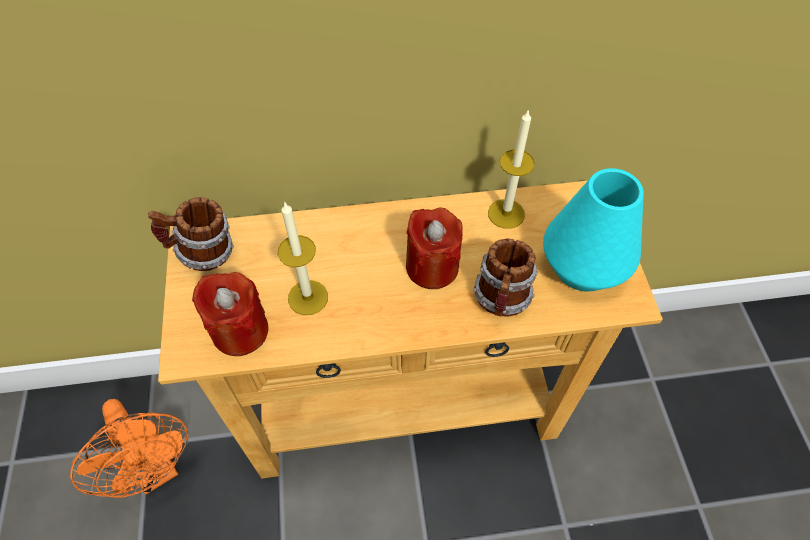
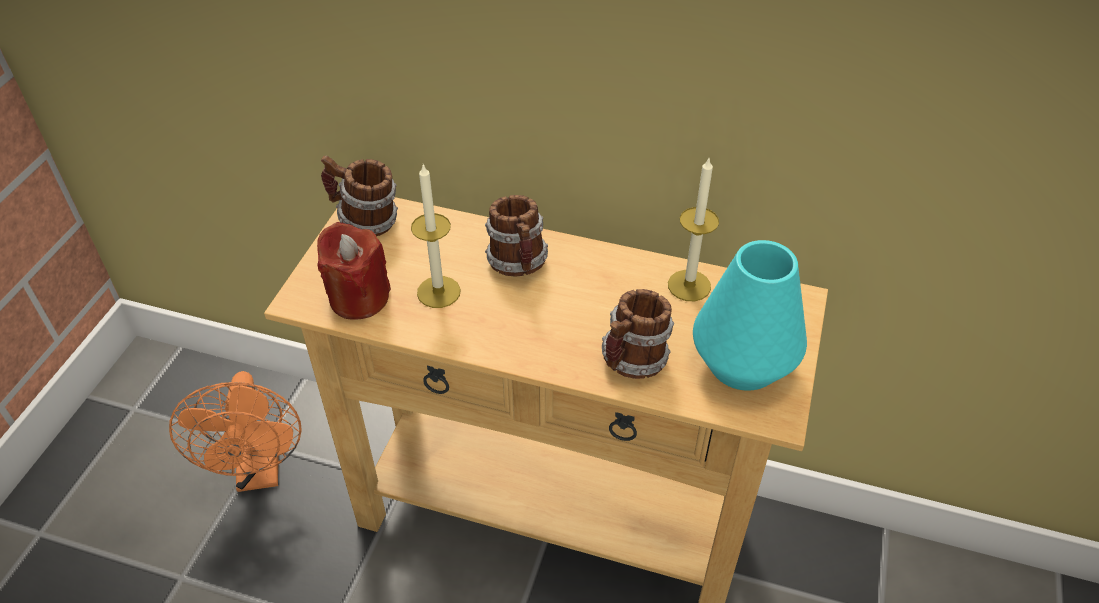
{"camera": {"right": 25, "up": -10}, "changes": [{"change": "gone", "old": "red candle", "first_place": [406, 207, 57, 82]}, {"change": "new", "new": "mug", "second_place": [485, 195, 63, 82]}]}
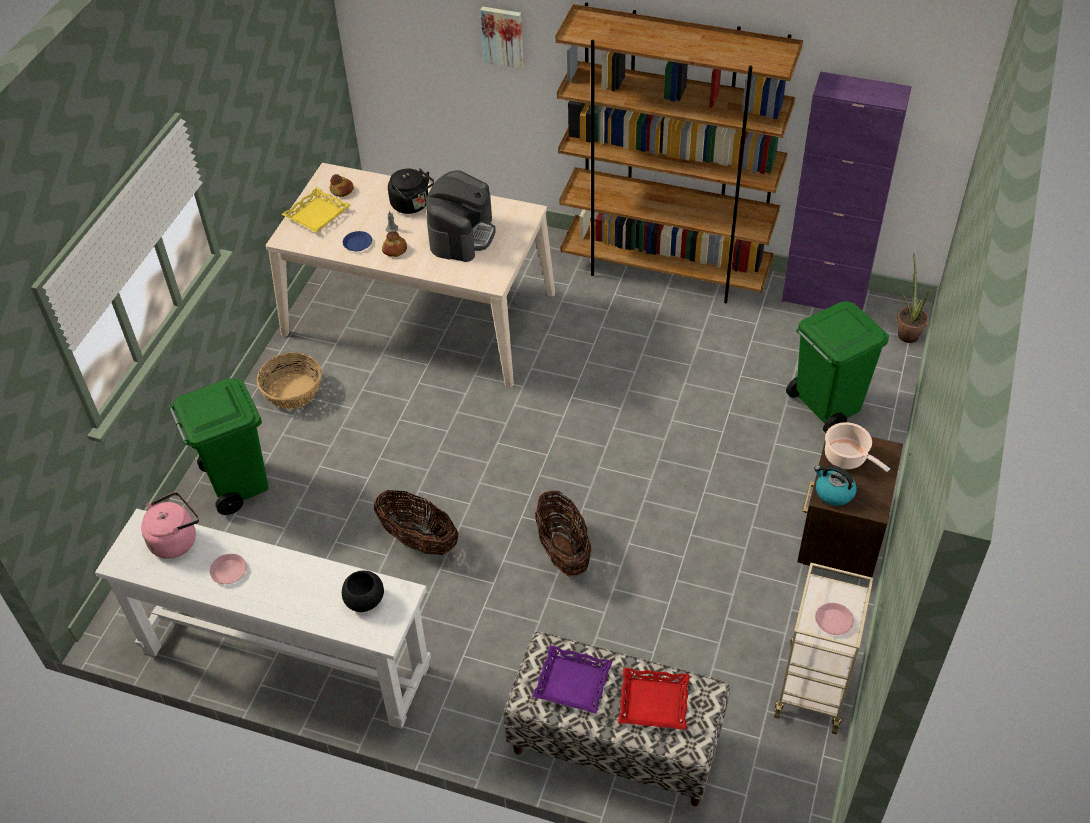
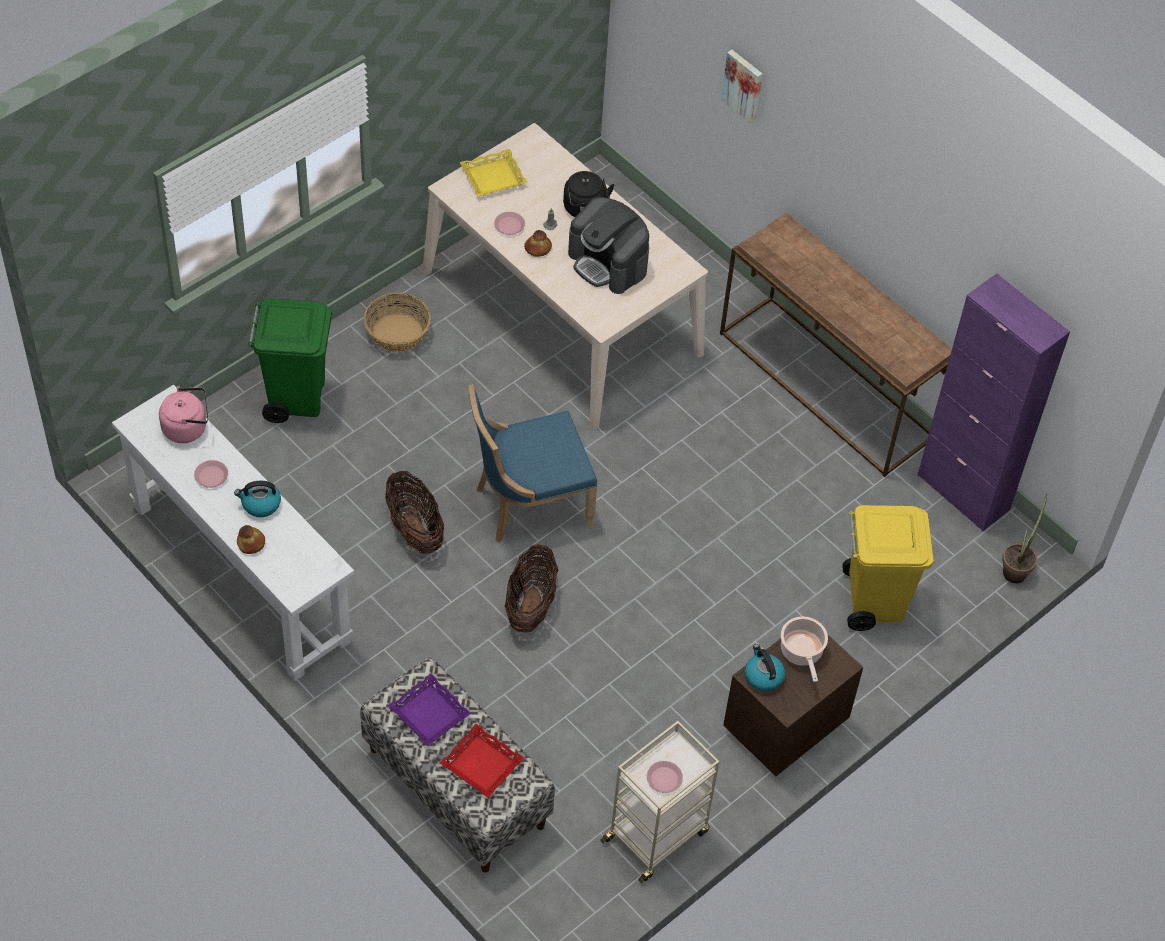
{"camera": {"right": 25, "up": 5}, "changes": [{"change": "swapped", "old": "brown bookcase", "new": "brown console table", "first_place": [555, 2, 248, 301], "second_place": [720, 213, 232, 264]}, {"change": "rotated", "old": "coffee machine", "first_place": [426, 170, 70, 92], "second_place": [568, 197, 81, 97], "degrees": 90}, {"change": "shifted", "old": "bread", "first_place": [330, 174, 24, 23], "second_place": [237, 525, 28, 29]}, {"change": "repainted", "old": "blue plate", "new": "pink plate", "first_place": [343, 231, 29, 20], "second_place": [494, 212, 31, 23]}, {"change": "repainted", "old": "green trash can", "new": "yellow trash can", "first_place": [786, 301, 103, 132], "second_place": [842, 505, 92, 126]}, {"change": "gone", "old": "black bowl", "first_place": [342, 571, 42, 41]}, {"change": "new", "new": "blue chair", "second_place": [468, 384, 129, 159]}, {"change": "new", "new": "kettle", "second_place": [234, 481, 47, 36]}]}
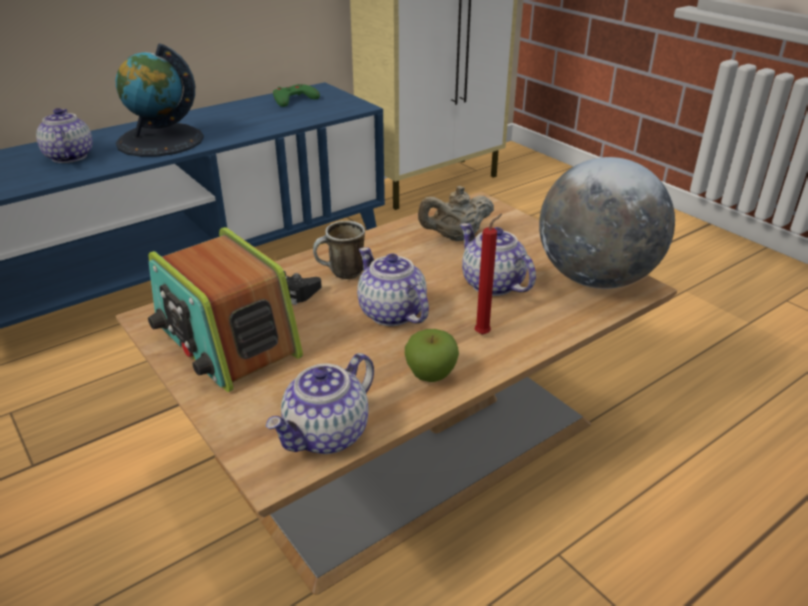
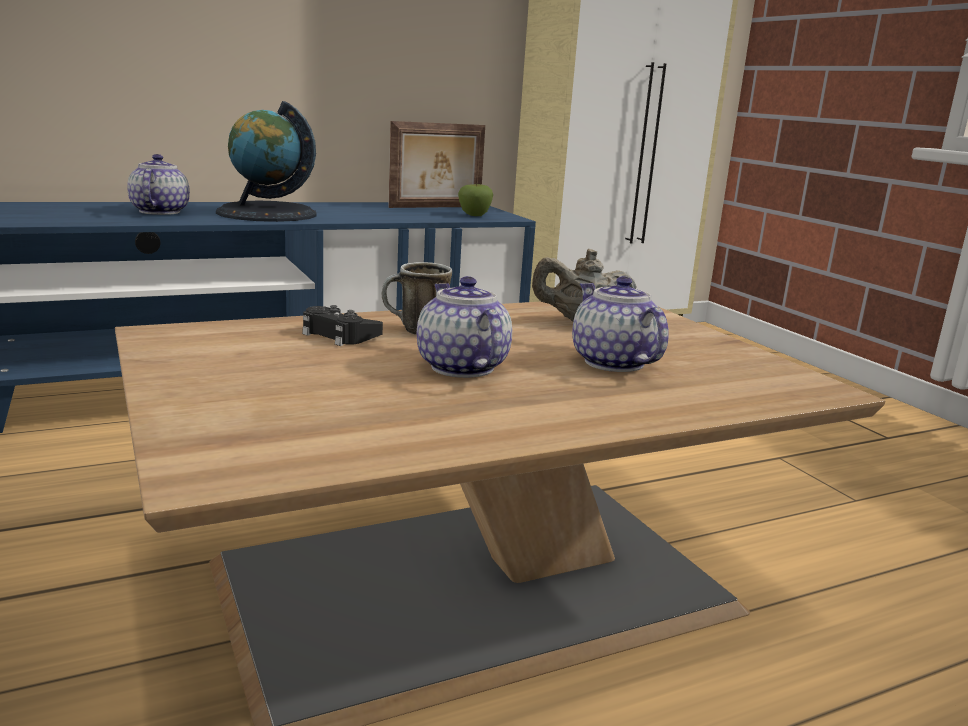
{"camera": {"right": 10, "up": -15}, "changes": [{"change": "swapped", "old": "green game controller", "new": "picture frame", "first_place": [273, 84, 47, 23], "second_place": [388, 121, 97, 87]}, {"change": "gone", "old": "globe", "first_place": [539, 157, 136, 132]}, {"change": "gone", "old": "red candle", "first_place": [475, 214, 27, 121]}, {"change": "gone", "old": "radio", "first_place": [148, 227, 155, 165]}, {"change": "shifted", "old": "apple", "first_place": [405, 329, 54, 53], "second_place": [458, 184, 35, 32]}, {"change": "gone", "old": "teapot", "first_place": [266, 353, 108, 101]}]}
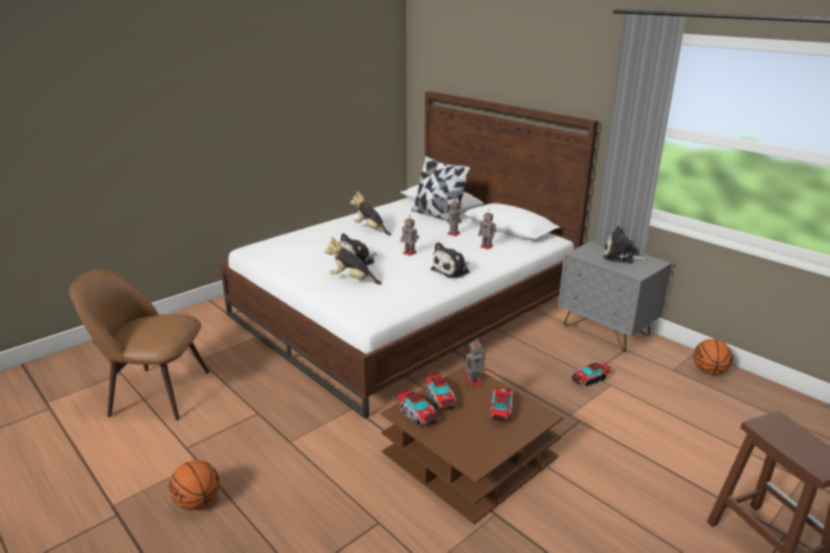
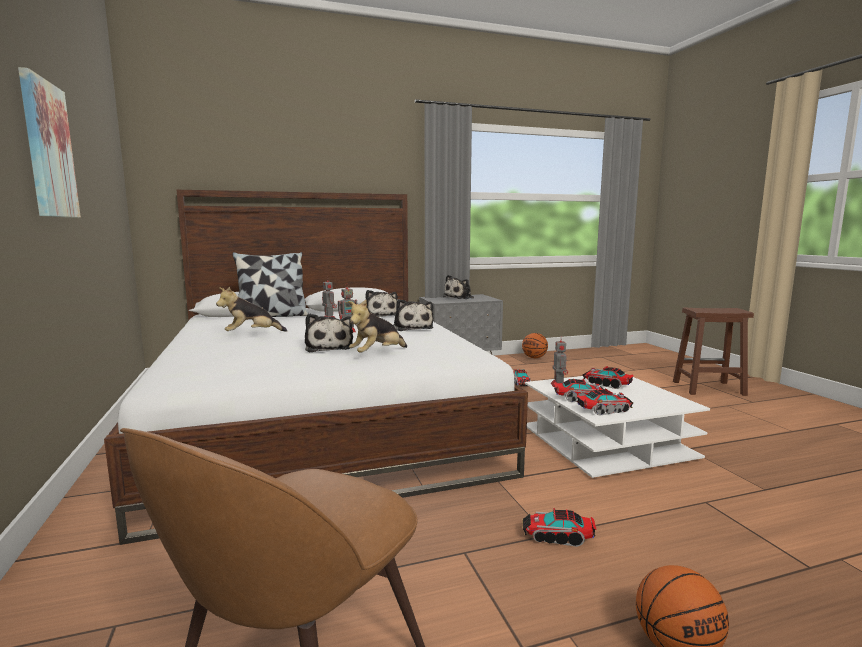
{"camera": {"right": -65, "up": -15}, "changes": [{"change": "swapped", "old": "toy robot", "new": "plush toy", "first_place": [478, 209, 19, 40], "second_place": [365, 290, 33, 27]}, {"change": "repainted", "old": "brown coffee table", "new": "white coffee table", "first_place": [381, 366, 183, 158], "second_place": [525, 376, 185, 102]}, {"change": "new", "new": "picture", "second_place": [18, 67, 63, 151]}, {"change": "new", "new": "toy truck", "second_place": [522, 508, 75, 39]}]}
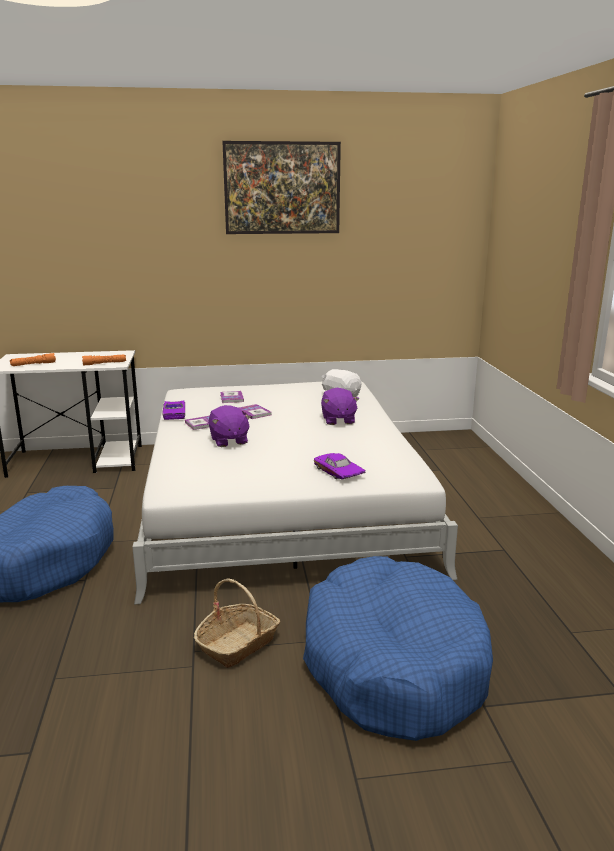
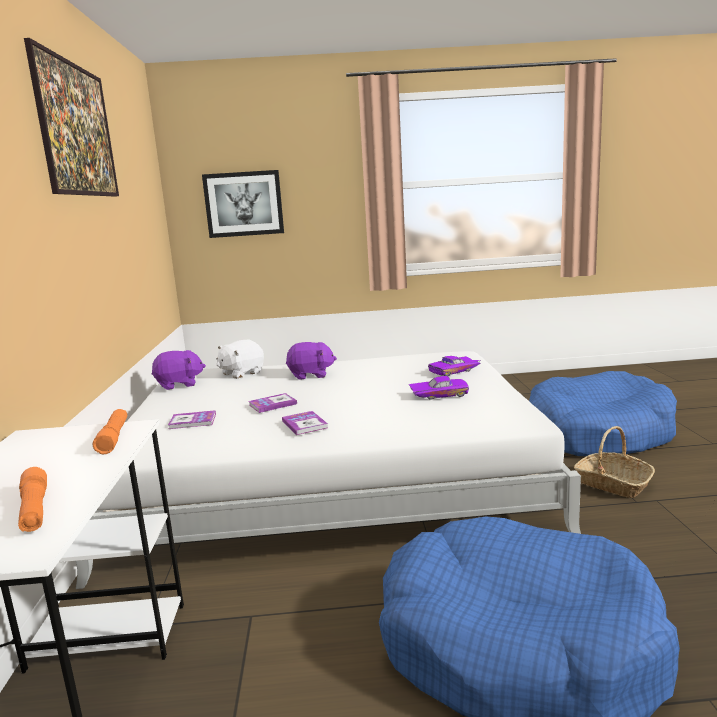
{"camera": {"right": -85, "up": -5}, "changes": [{"change": "shifted", "old": "purple toy car", "first_place": [162, 400, 23, 20], "second_place": [409, 376, 60, 24]}, {"change": "shifted", "old": "purple plush toy", "first_place": [208, 405, 43, 42], "second_place": [151, 350, 55, 40]}, {"change": "new", "new": "picture", "second_place": [202, 170, 82, 68]}]}
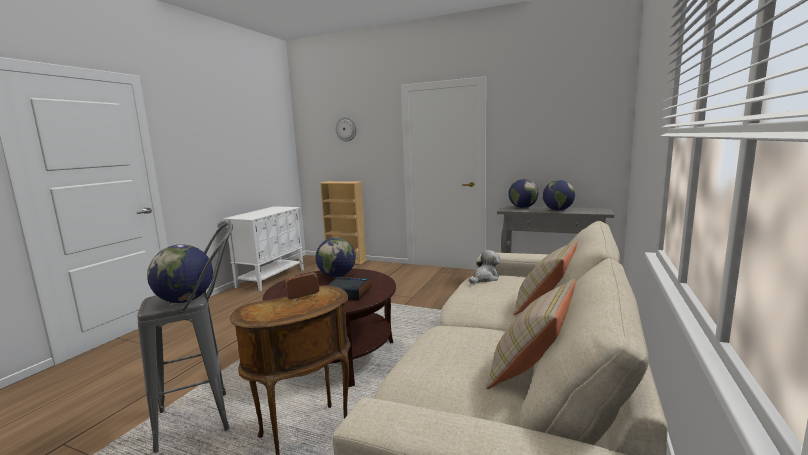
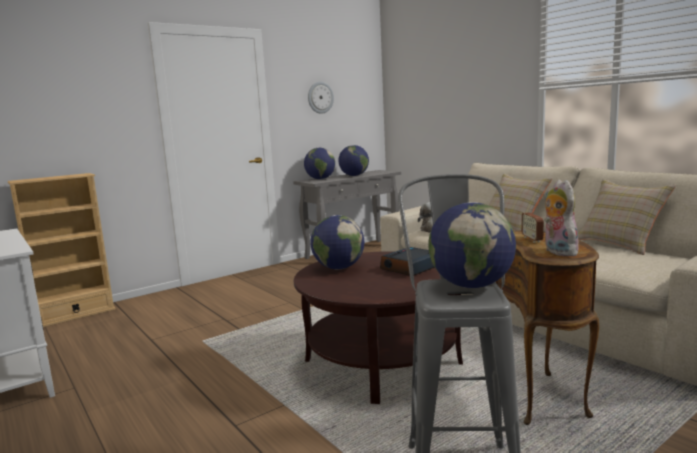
{"camera": {"right": -60, "up": 0}, "changes": [{"change": "shifted", "old": "wall clock", "first_place": [335, 116, 22, 26], "second_place": [308, 82, 26, 32]}, {"change": "new", "new": "plush toy", "second_place": [544, 179, 35, 77]}]}
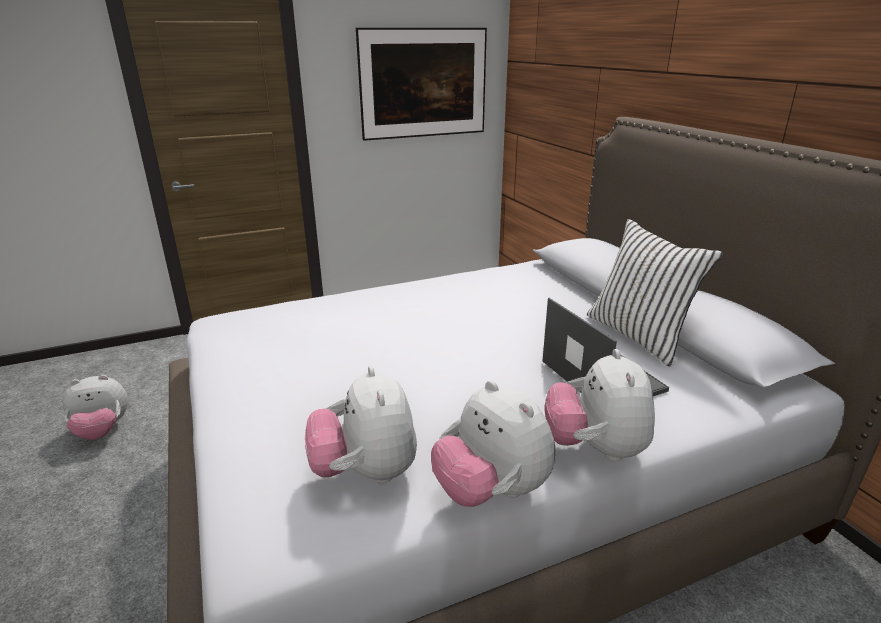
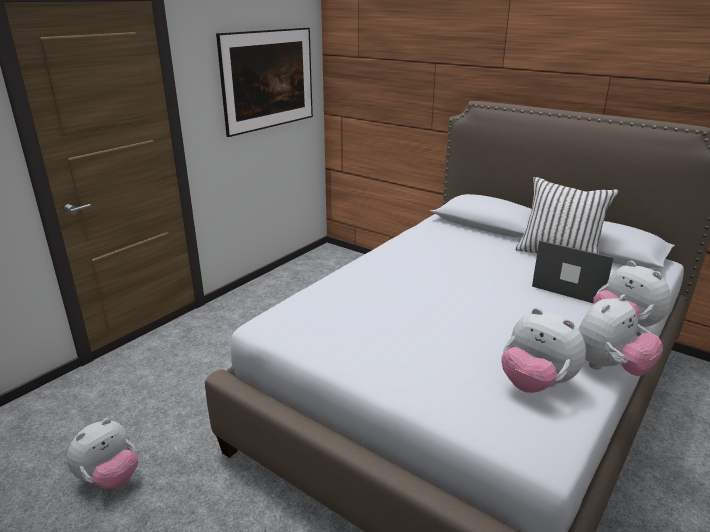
{"camera": {"right": -30, "up": 0}, "changes": [{"change": "rotated", "old": "plush toy", "first_place": [431, 380, 124, 127], "second_place": [578, 294, 85, 82], "degrees": -60}]}
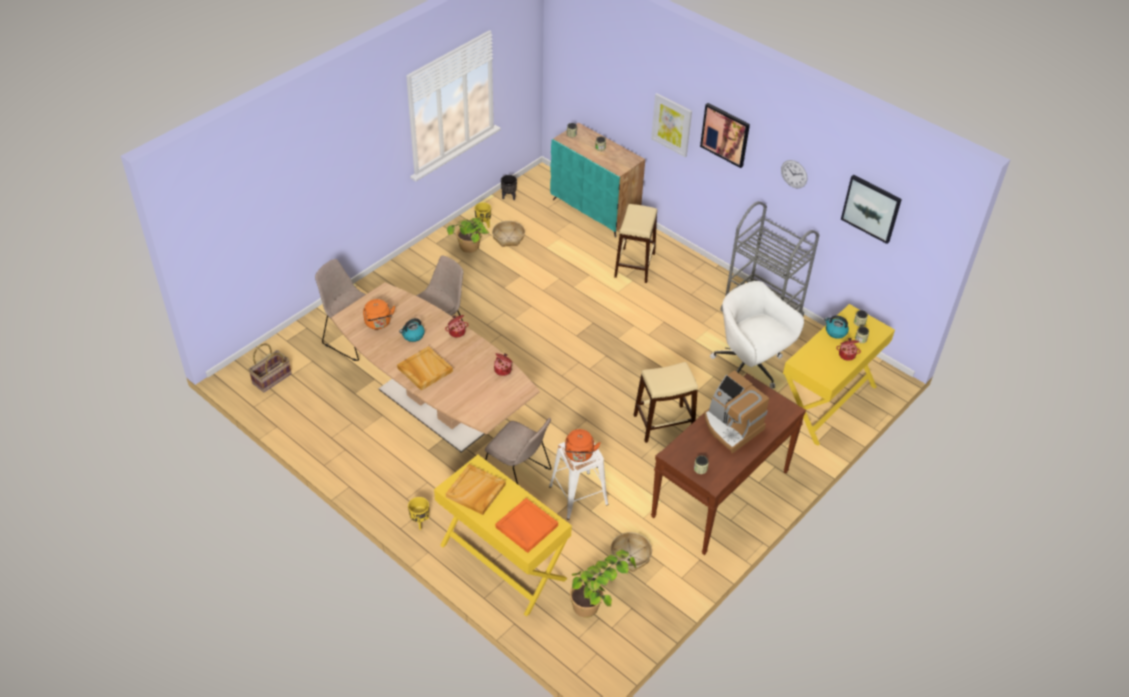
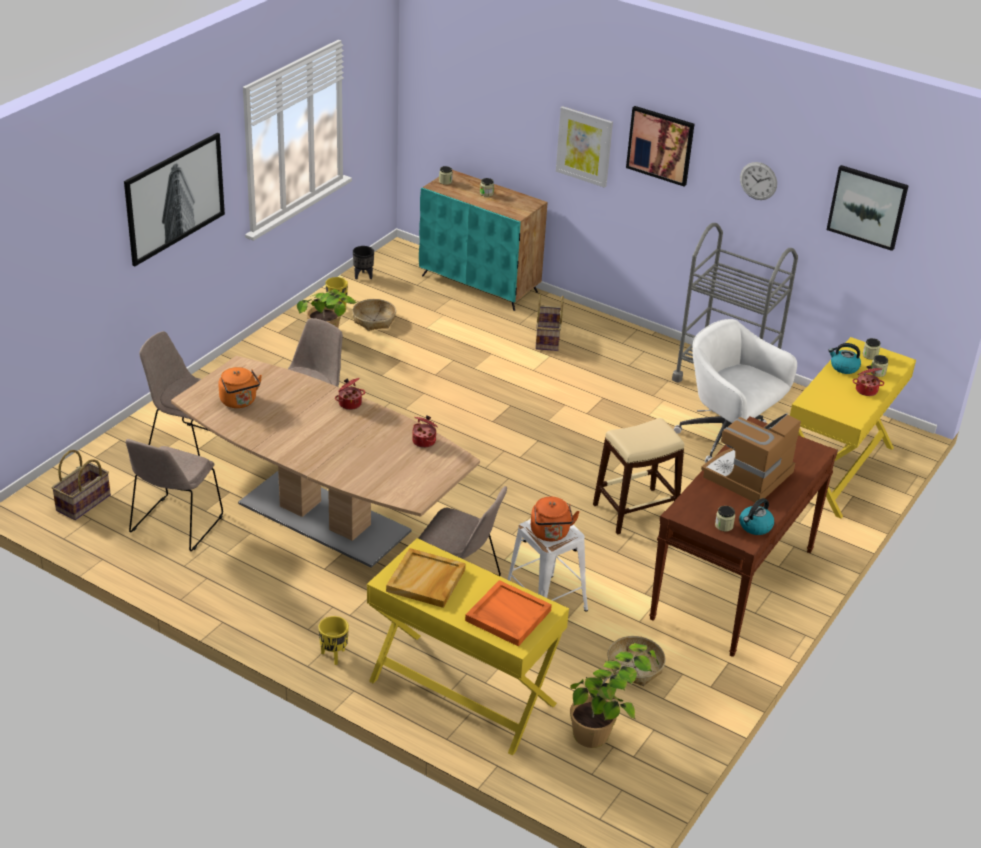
{"camera": {"right": -10, "up": -10}, "changes": [{"change": "swapped", "old": "beige stool", "new": "basket", "first_place": [614, 204, 43, 79], "second_place": [535, 294, 29, 57]}, {"change": "shifted", "old": "kettle", "first_place": [399, 318, 26, 24], "second_place": [739, 498, 35, 37]}, {"change": "gone", "old": "beige tray", "first_place": [397, 346, 56, 45]}, {"change": "rotated", "old": "coffee machine", "first_place": [704, 370, 65, 84], "second_place": [701, 413, 100, 90], "degrees": 90}, {"change": "new", "new": "picture", "second_place": [124, 133, 101, 133]}, {"change": "new", "new": "beige chair", "second_place": [126, 439, 97, 112]}]}
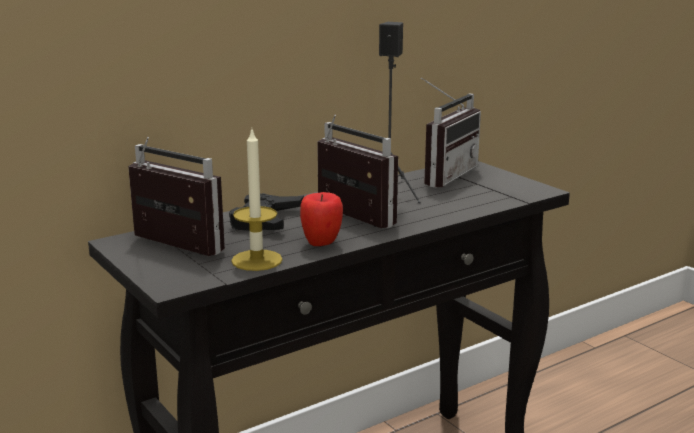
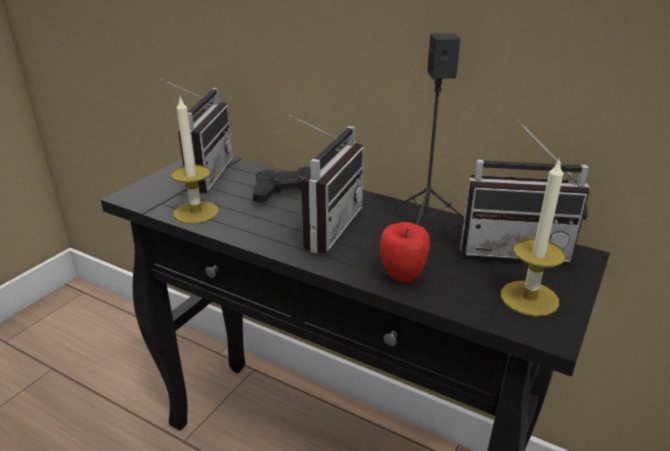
{"camera": {"right": 65, "up": 10}, "changes": [{"change": "shifted", "old": "apple", "first_place": [300, 192, 43, 54], "second_place": [380, 222, 50, 60]}, {"change": "new", "new": "candle", "second_place": [501, 157, 65, 160]}]}
